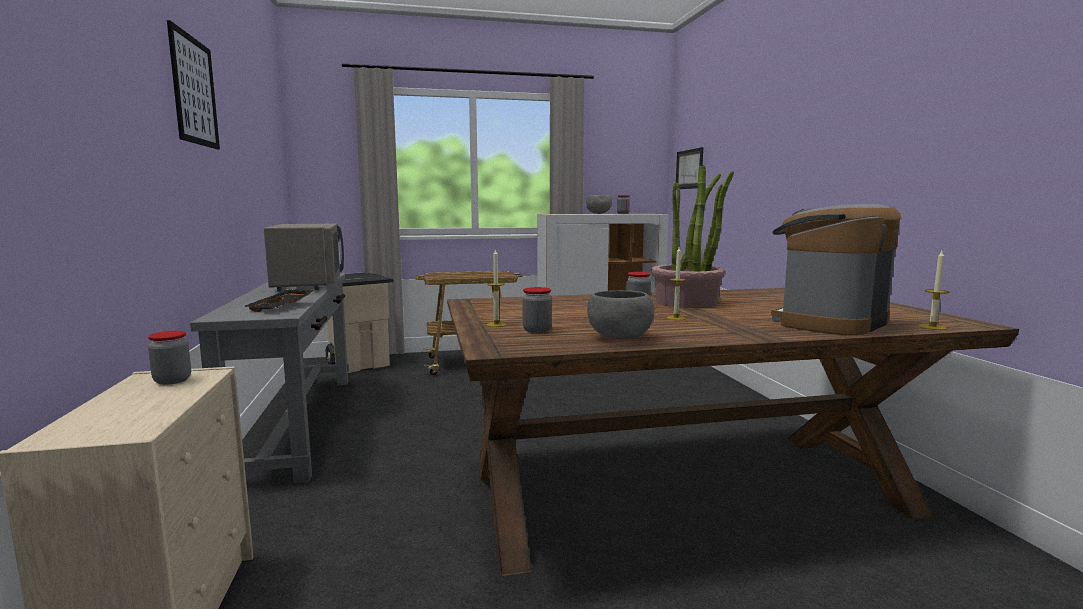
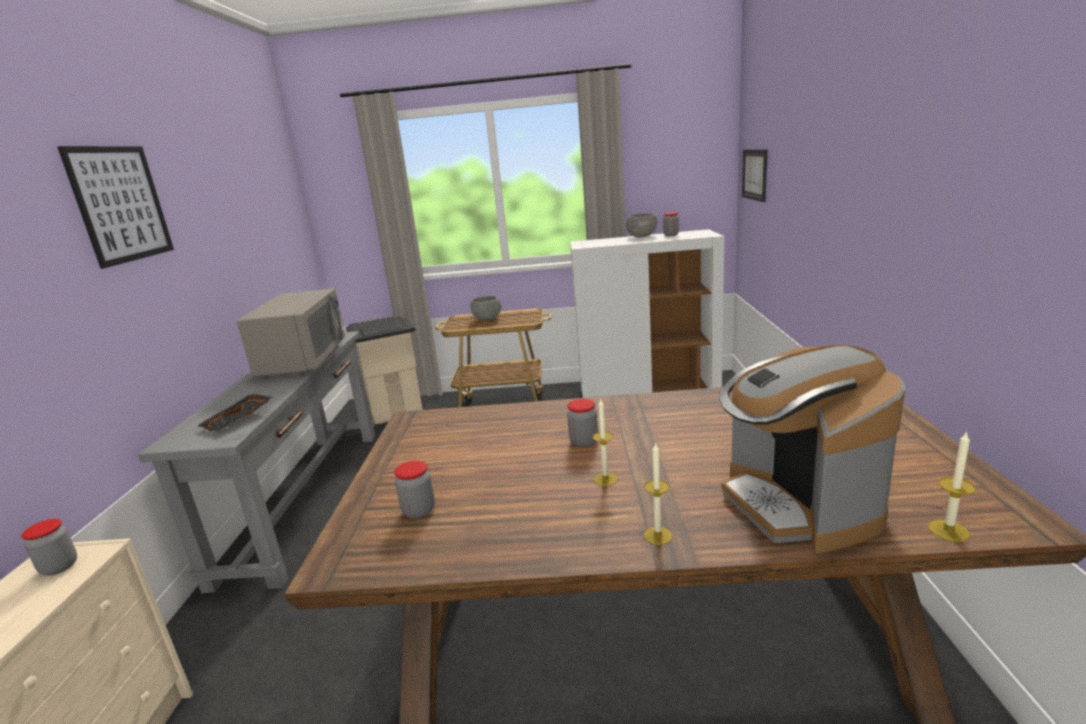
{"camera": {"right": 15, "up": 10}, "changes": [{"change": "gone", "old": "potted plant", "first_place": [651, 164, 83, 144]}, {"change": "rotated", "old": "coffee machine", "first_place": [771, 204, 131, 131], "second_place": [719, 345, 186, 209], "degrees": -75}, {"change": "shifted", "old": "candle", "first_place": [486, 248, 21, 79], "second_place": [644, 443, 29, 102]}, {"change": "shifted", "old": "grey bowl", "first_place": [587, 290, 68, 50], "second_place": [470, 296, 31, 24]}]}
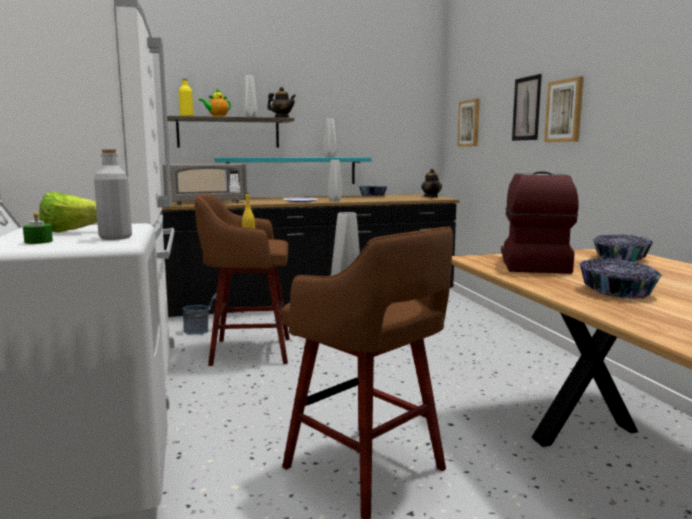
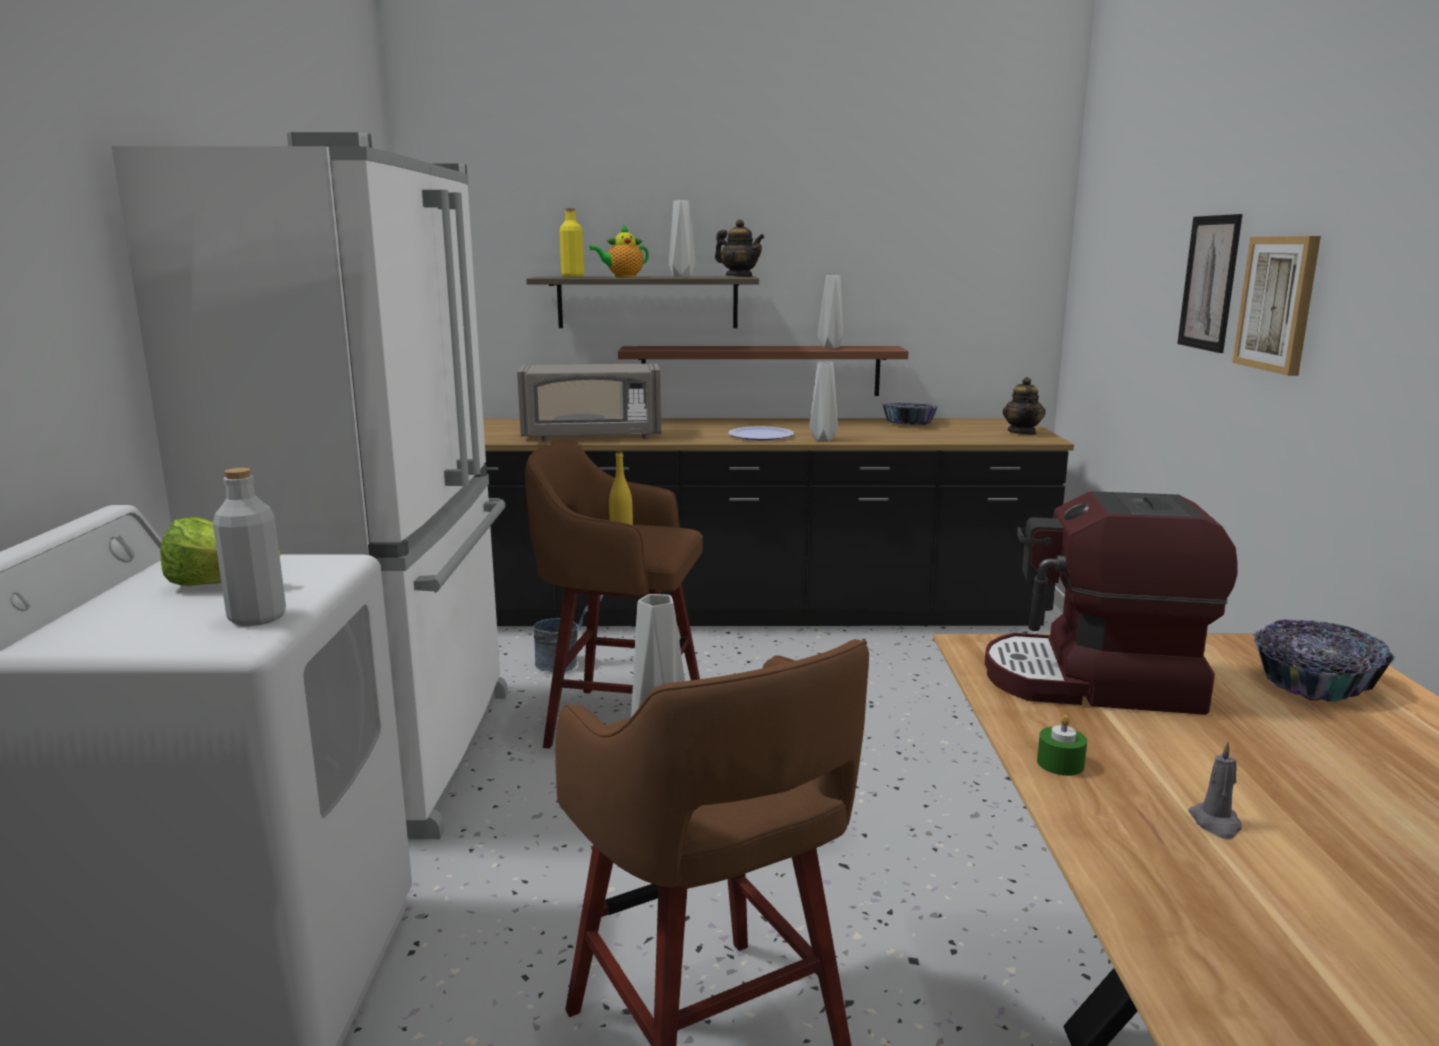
{"camera": {"right": 15, "up": 5}, "changes": [{"change": "gone", "old": "picture", "first_place": [457, 99, 23, 48]}, {"change": "repainted", "old": "turquoise shelf", "new": "brown shelf", "first_place": [215, 157, 157, 27], "second_place": [618, 346, 290, 50]}, {"change": "rotated", "old": "coffee machine", "first_place": [501, 172, 78, 102], "second_place": [985, 491, 252, 224], "degrees": -105}, {"change": "shifted", "old": "green candle", "first_place": [23, 212, 30, 32], "second_place": [1037, 715, 50, 61]}, {"change": "swapped", "old": "bowl", "new": "grey candle", "first_place": [579, 259, 84, 40], "second_place": [1188, 741, 54, 98]}]}
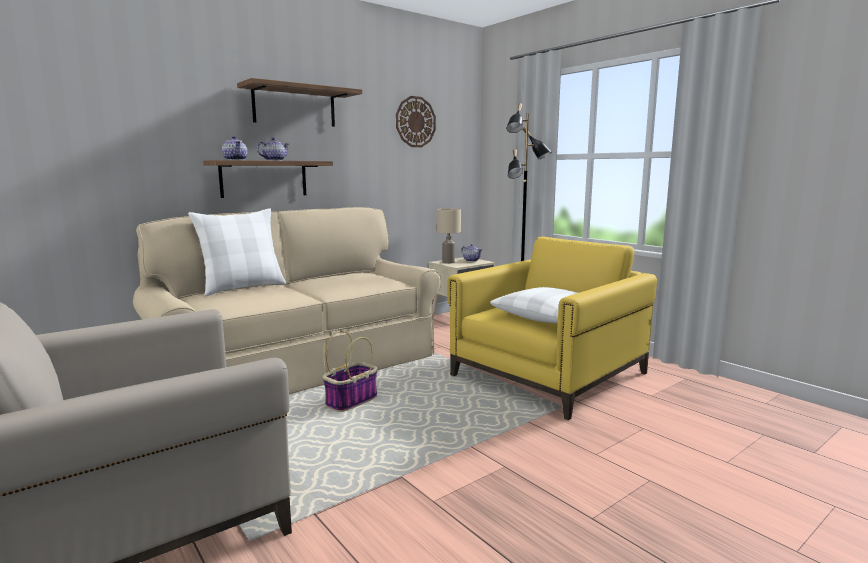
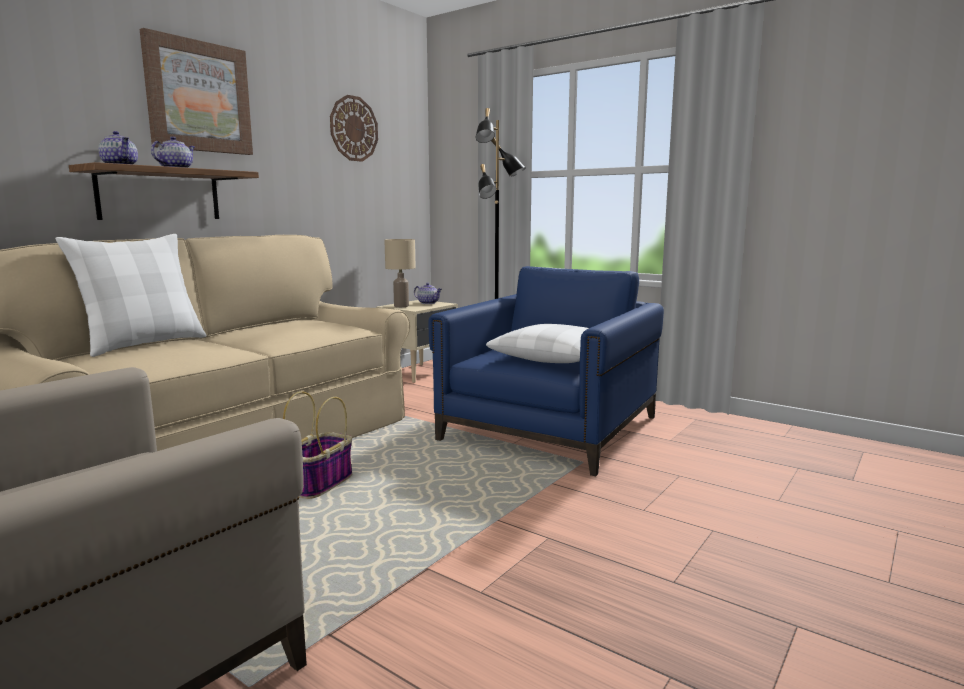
{"camera": {"right": -15, "up": 0}, "changes": [{"change": "swapped", "old": "shelf", "new": "picture", "first_place": [237, 78, 125, 49], "second_place": [139, 28, 114, 127]}, {"change": "repainted", "old": "yellow armchair", "new": "blue armchair", "first_place": [447, 237, 210, 183], "second_place": [428, 266, 236, 210]}]}
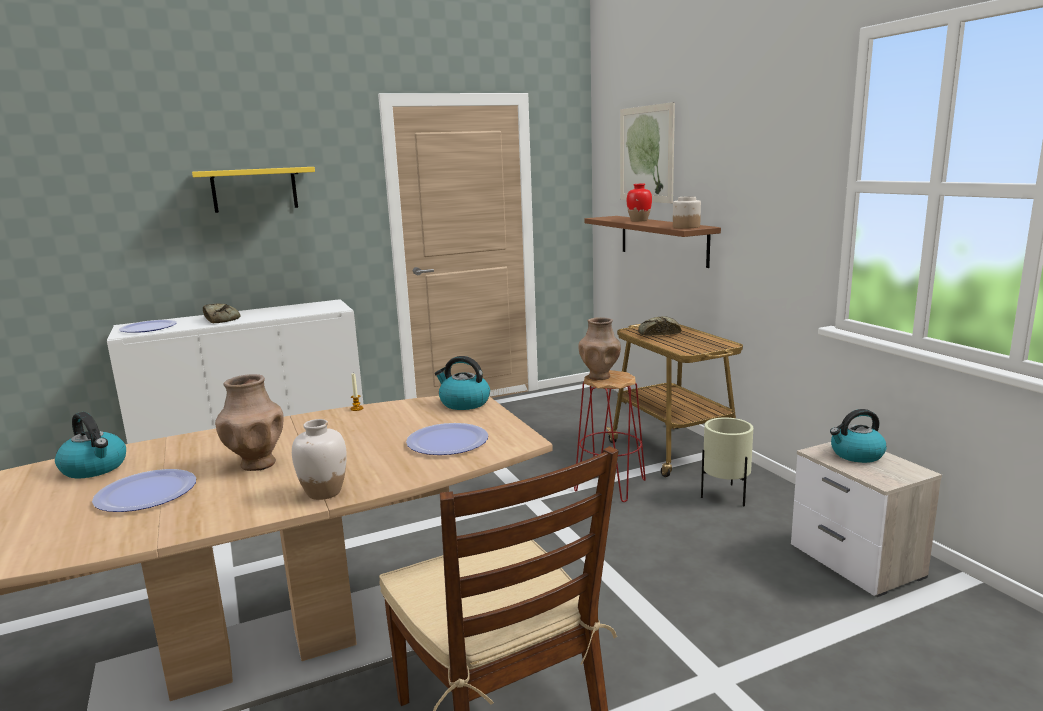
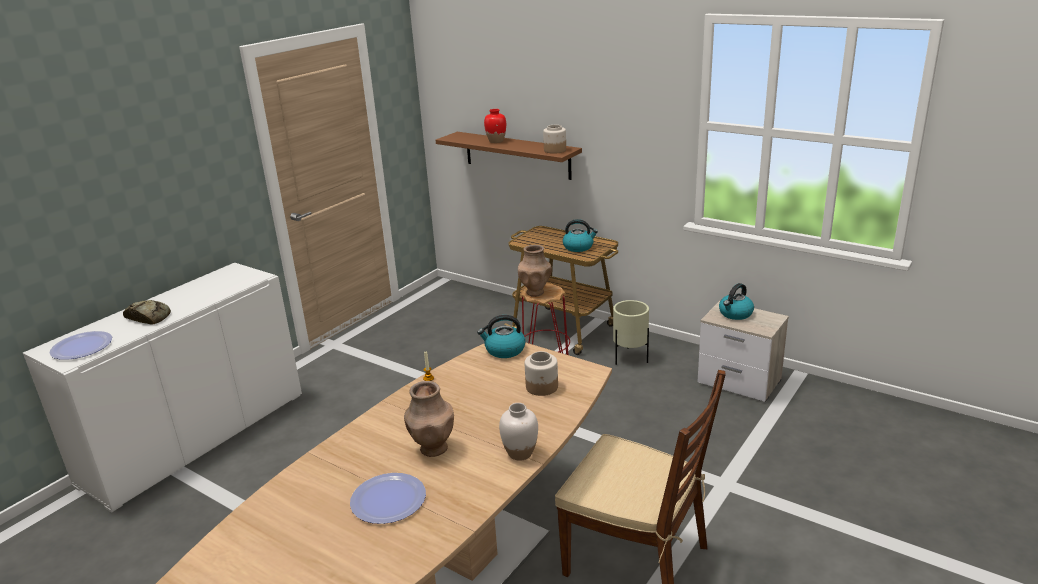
{"camera": {"right": -30, "up": 10}, "changes": [{"change": "gone", "old": "picture", "first_place": [620, 102, 55, 101]}, {"change": "gone", "old": "yellow shelf", "first_place": [192, 167, 123, 46]}, {"change": "gone", "old": "bread", "first_place": [638, 316, 43, 20]}, {"change": "shifted", "old": "kettle", "first_place": [55, 412, 71, 66], "second_place": [563, 219, 35, 33]}, {"change": "swapped", "old": "plate", "new": "jar", "first_place": [406, 423, 82, 32], "second_place": [525, 351, 33, 45]}]}
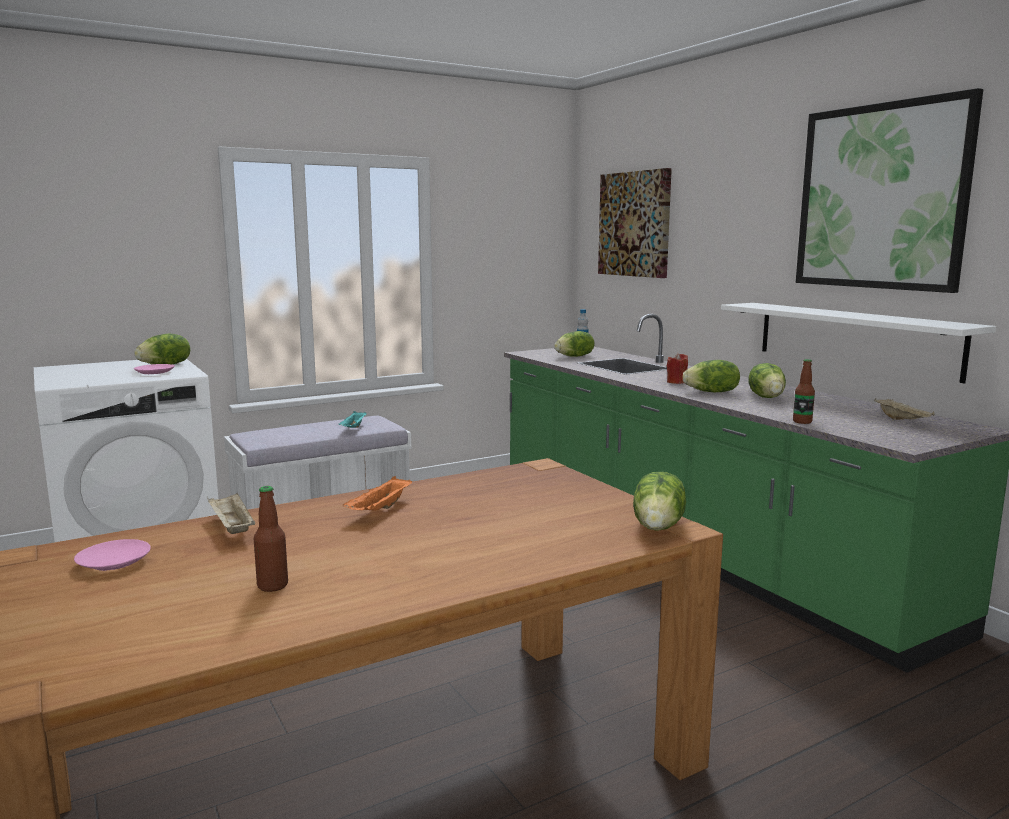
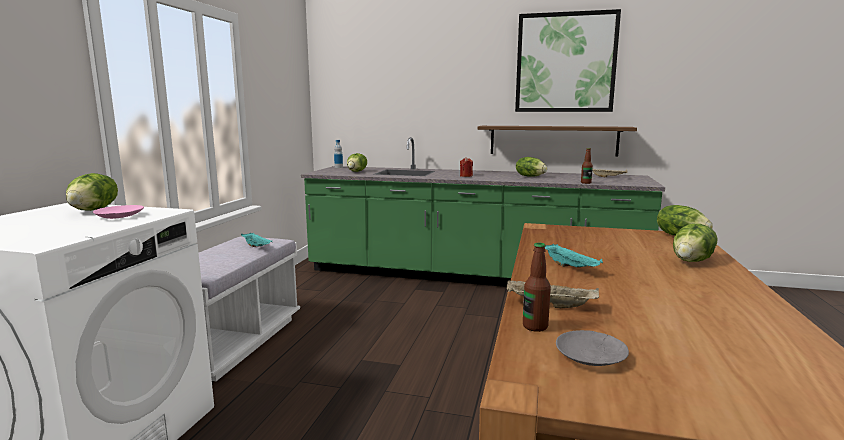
{"camera": {"right": -45, "up": 0}, "changes": [{"change": "gone", "old": "picture", "first_place": [598, 168, 74, 110]}, {"change": "repainted", "old": "white shelf", "new": "brown shelf", "first_place": [721, 303, 275, 81], "second_place": [477, 126, 160, 31]}, {"change": "shifted", "old": "lettuce", "first_place": [683, 360, 57, 32], "second_place": [673, 224, 45, 38]}, {"change": "repainted", "old": "orange tray", "new": "turquoise tray", "first_place": [343, 476, 69, 35], "second_place": [545, 244, 58, 23]}, {"change": "shifted", "old": "bottle", "first_place": [254, 486, 34, 106], "second_place": [523, 243, 28, 89]}, {"change": "repainted", "old": "pink plate", "new": "grey plate", "first_place": [74, 539, 77, 32], "second_place": [556, 330, 73, 36]}]}
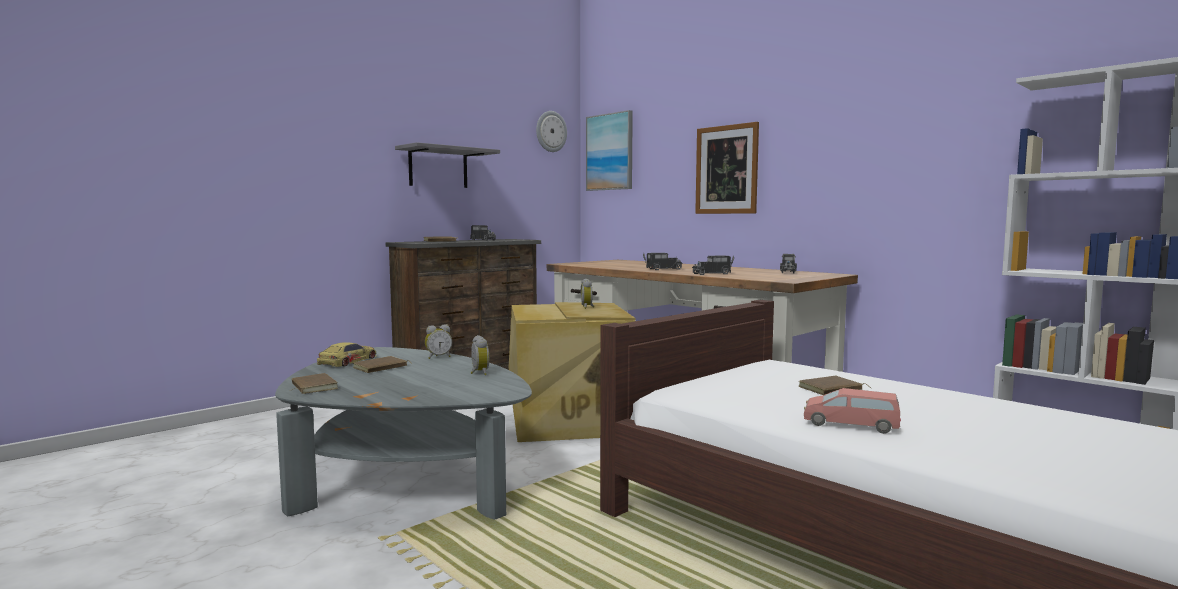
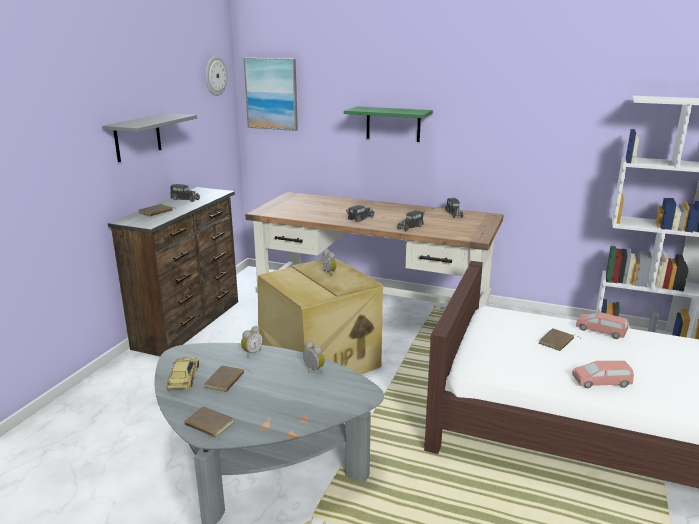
{"camera": {"right": -25, "up": 15}, "changes": [{"change": "swapped", "old": "picture", "new": "green shelf", "first_place": [695, 122, 64, 92], "second_place": [344, 106, 89, 36]}, {"change": "new", "new": "pink toy car", "second_place": [576, 312, 52, 27]}]}
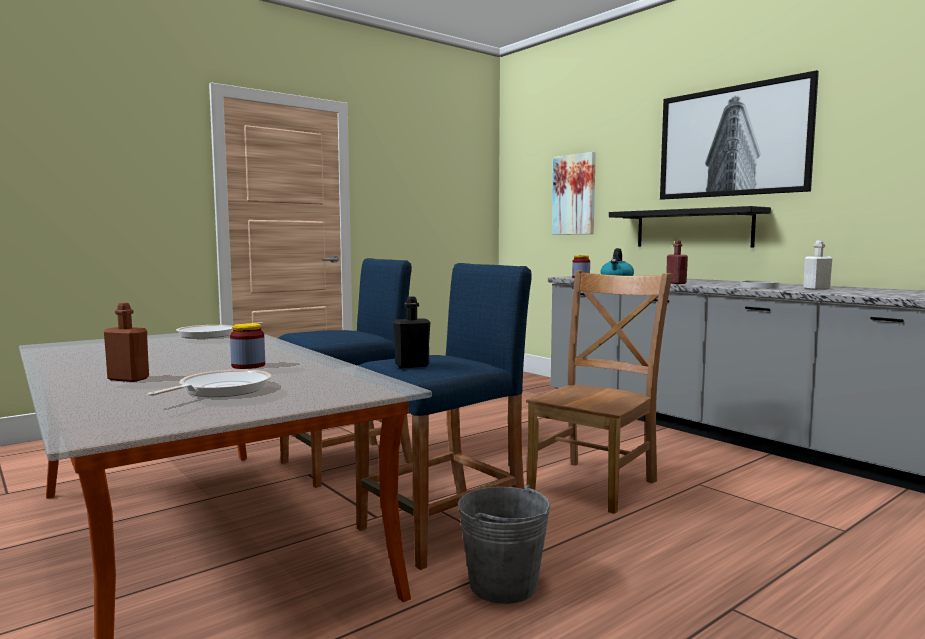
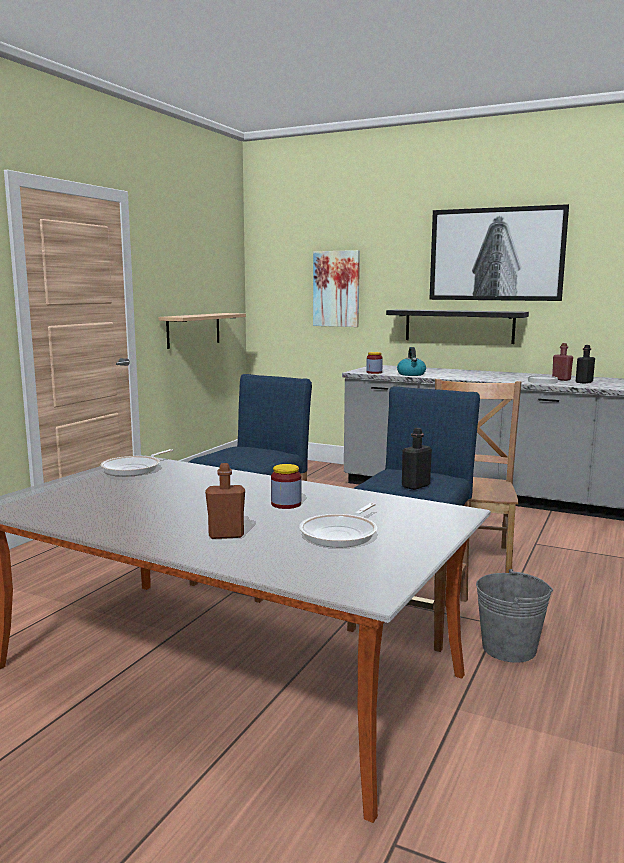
{"camera": {"right": -25, "up": 5}, "changes": [{"change": "shifted", "old": "red bottle", "first_place": [666, 240, 22, 44], "second_place": [552, 343, 21, 38]}, {"change": "repainted", "old": "white bottle", "new": "black bottle", "first_place": [803, 240, 29, 50], "second_place": [576, 345, 19, 39]}, {"change": "rotated", "old": "frying pan", "first_place": [148, 369, 123, 28], "second_place": [299, 503, 78, 45], "degrees": -150}, {"change": "new", "new": "shelf", "second_place": [158, 313, 88, 36]}]}
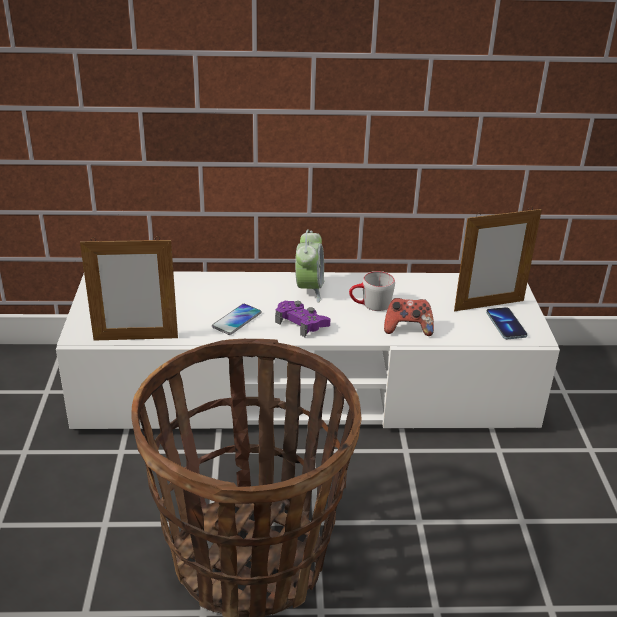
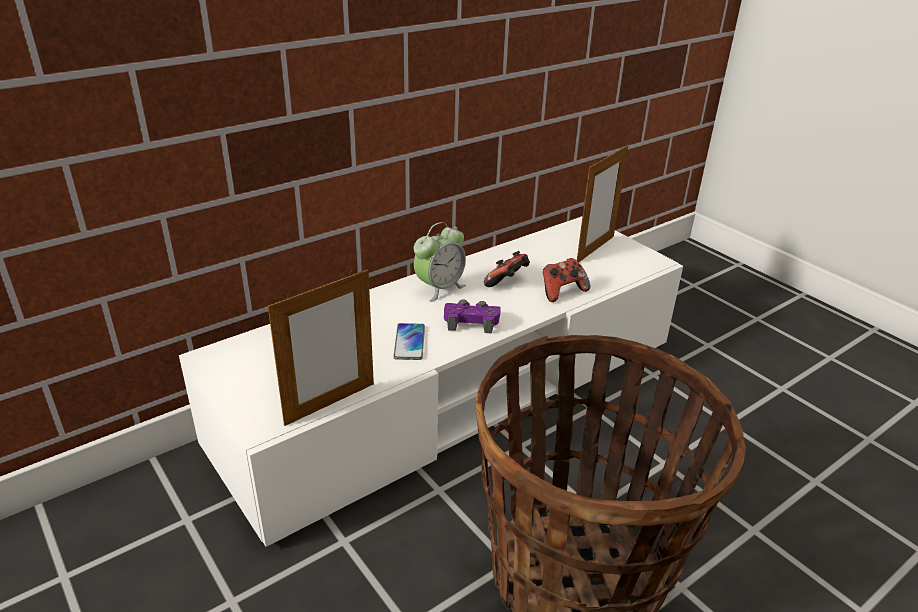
{"camera": {"right": -35, "up": 0}, "changes": [{"change": "rotated", "old": "alarm clock", "first_place": [295, 230, 29, 72], "second_place": [414, 222, 52, 80], "degrees": 75}, {"change": "swapped", "old": "grey mug", "new": "game controller", "first_place": [349, 271, 46, 40], "second_place": [484, 251, 46, 36]}, {"change": "gone", "old": "phone", "first_place": [486, 307, 42, 32]}]}
